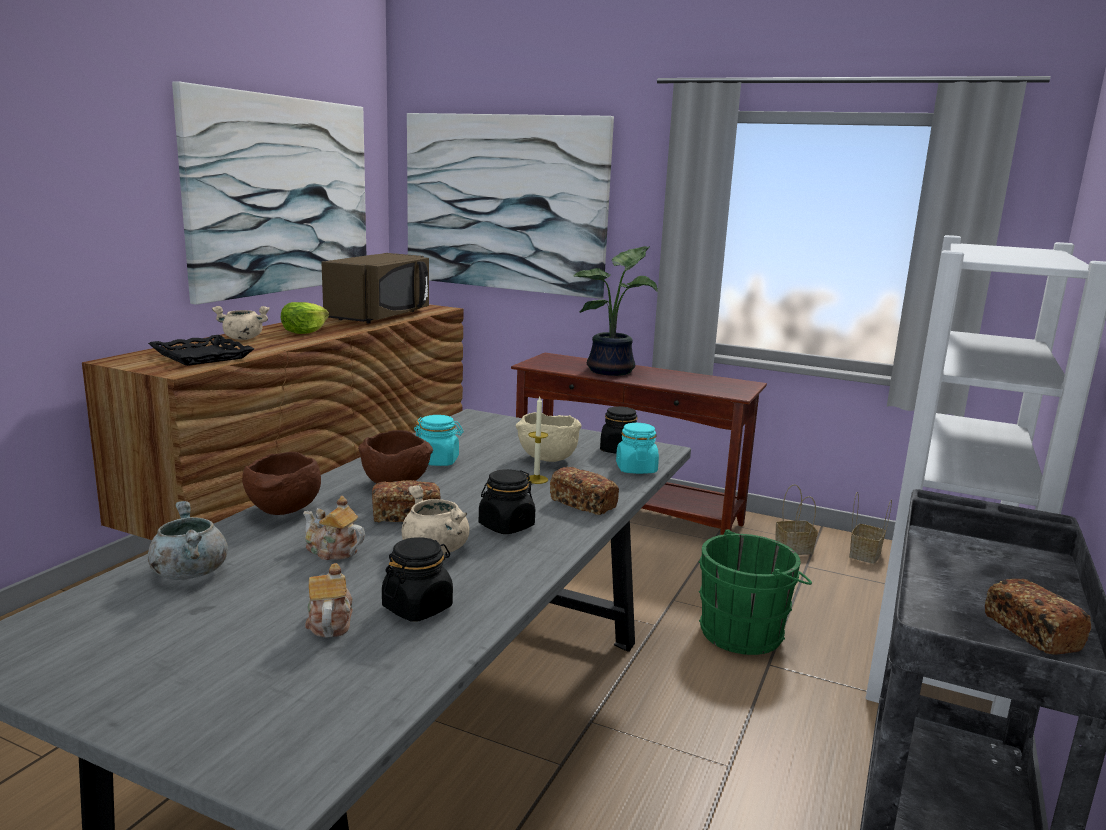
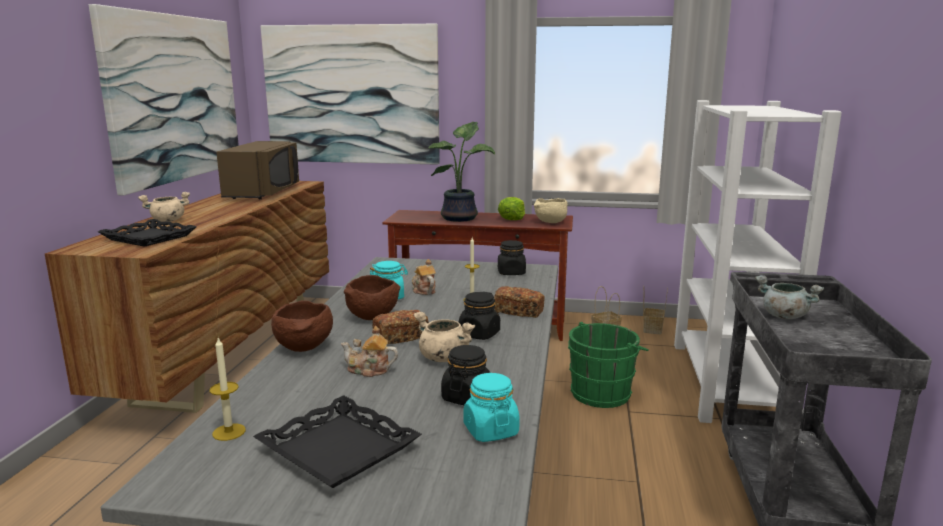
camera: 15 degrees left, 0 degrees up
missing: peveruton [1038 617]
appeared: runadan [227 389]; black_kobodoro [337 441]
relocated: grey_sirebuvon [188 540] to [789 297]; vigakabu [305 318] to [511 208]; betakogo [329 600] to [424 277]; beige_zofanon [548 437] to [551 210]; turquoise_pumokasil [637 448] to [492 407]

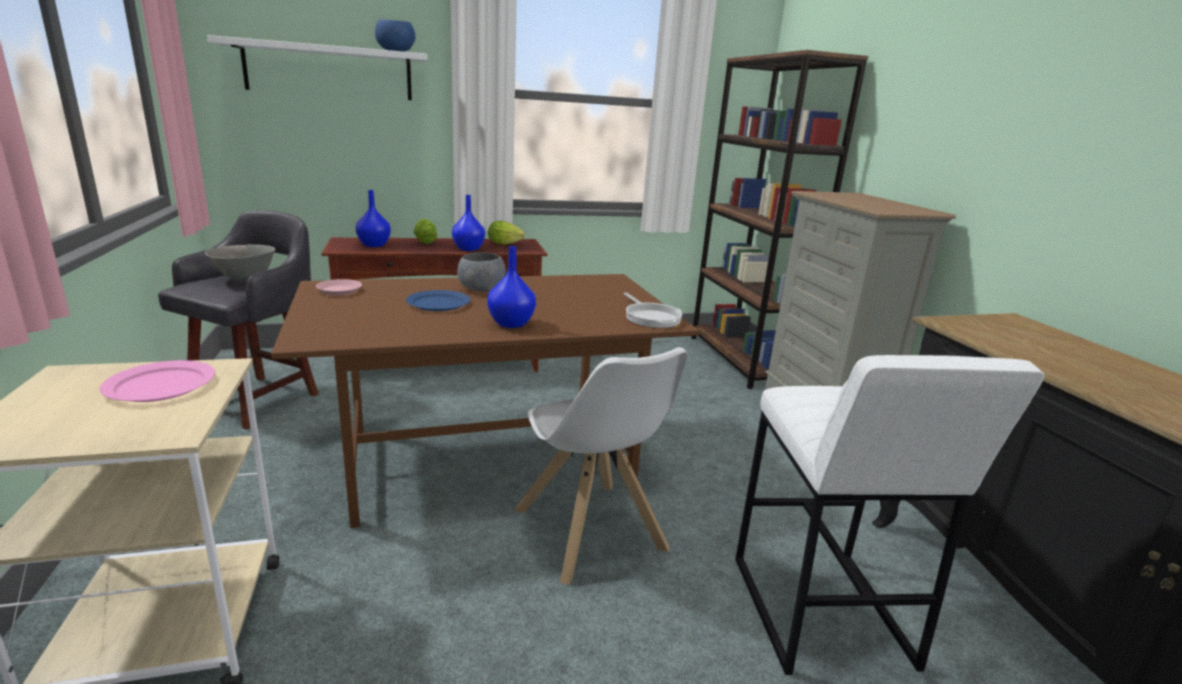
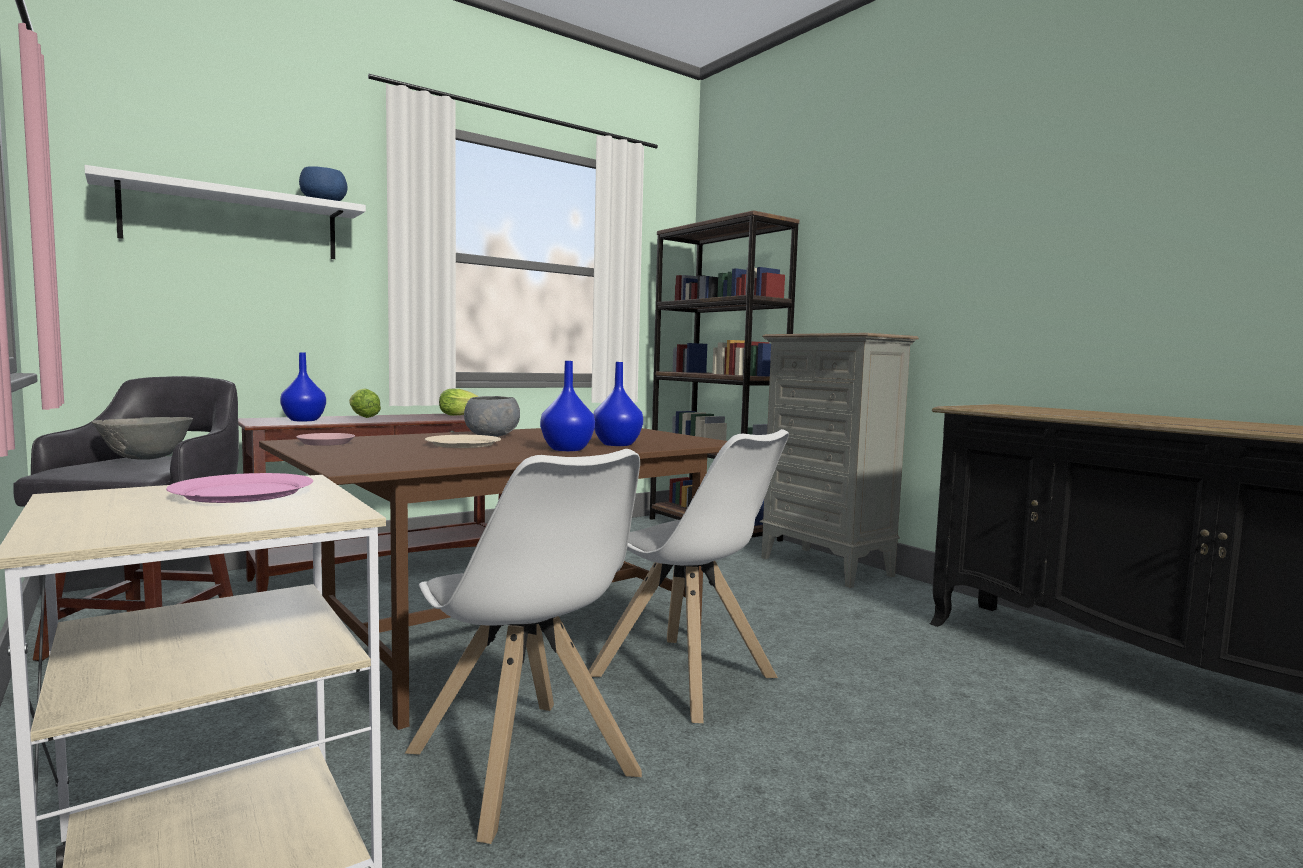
camera: 20 degrees left, 15 degrees down
missing: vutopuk [653 310]; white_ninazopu [890 515]
appeared: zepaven [523 646]
relocated: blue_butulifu [468 223] to [618 404]
colour: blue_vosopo [438 300] to beige_vosopo [463 441]

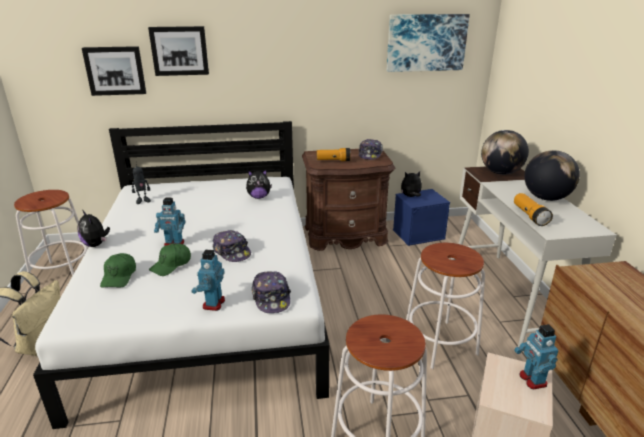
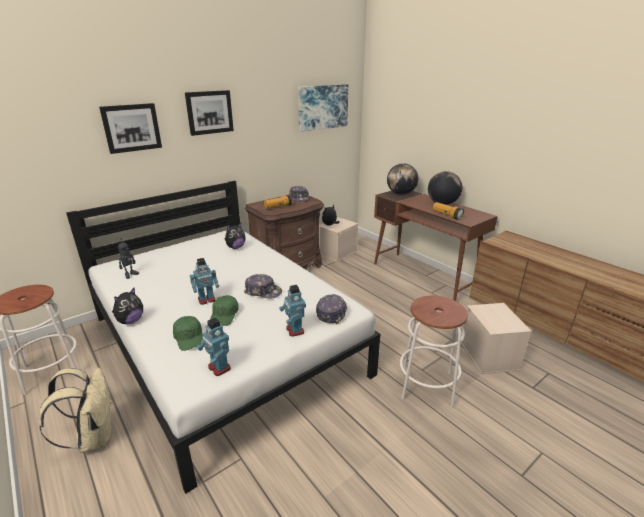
camera: 30 degrees left, 0 degrees up
missing: white_ninazopu [445 306]
relocated: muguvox [114 71] to [209 113]; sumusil [536 356] to [214 347]
colour: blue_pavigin [421 217] to beige_pavigin [338 239]; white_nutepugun [537 256] to brown_nutepugun [436 246]
spun: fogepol [93 229] = [127 306] 75 degrees counterclockwise; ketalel [271 292] = [331 309] 120 degrees counterclockwise

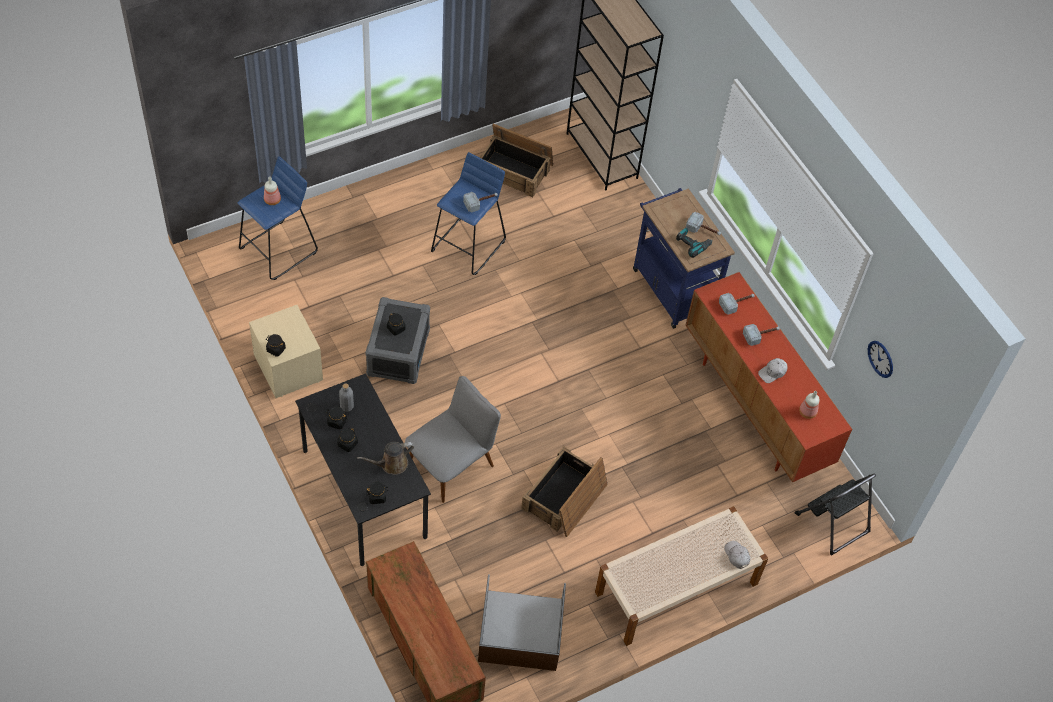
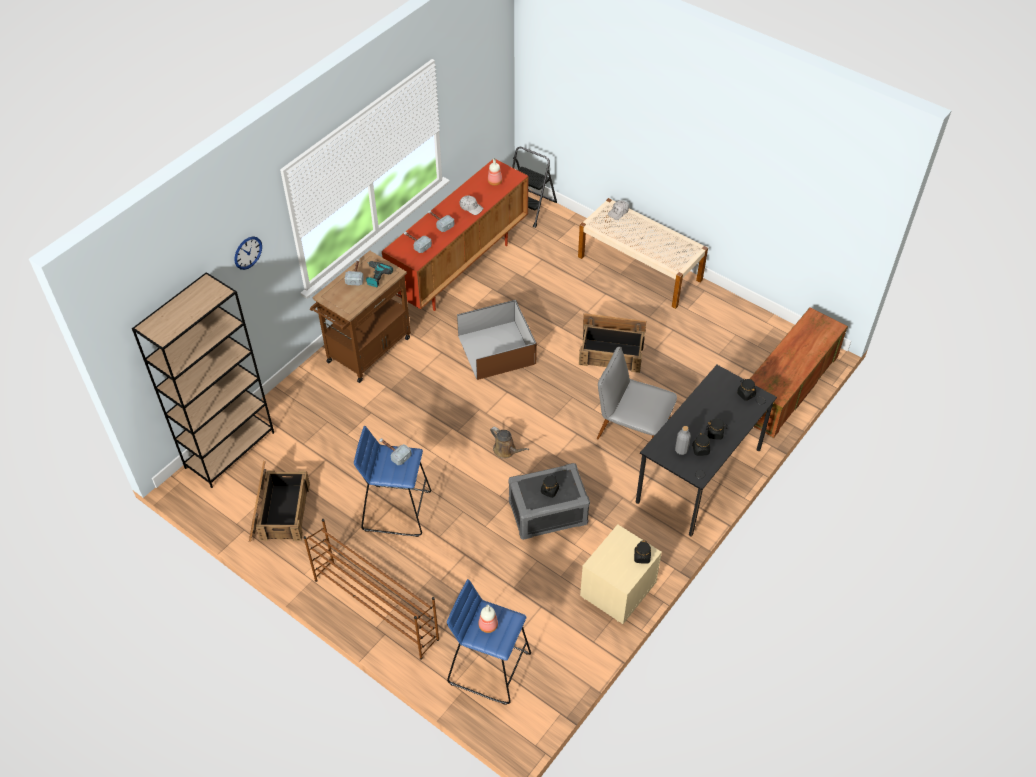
camera: 110 degrees left, 5 degrees down
appeared: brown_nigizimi [371 589]
relocated: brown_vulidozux [385 458] to [509 443]; brown_pavigin [522 623] to [497 340]; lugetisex [880 359] to [248 253]
colour: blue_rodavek [684 258] to brown_rodavek [360 317]

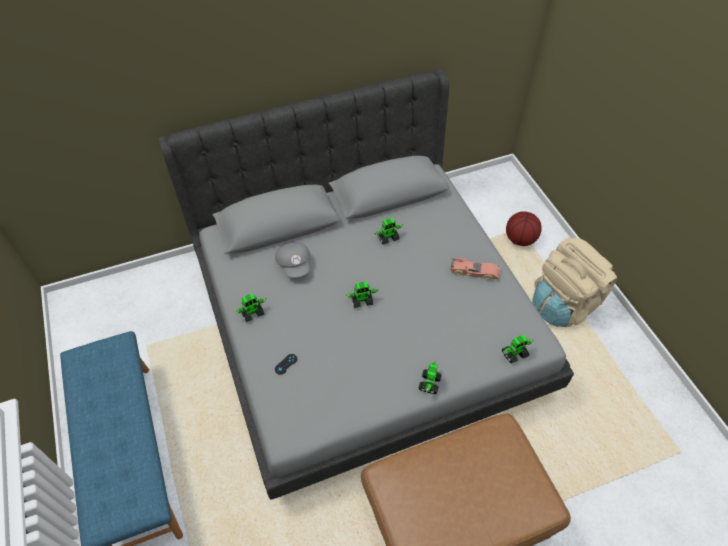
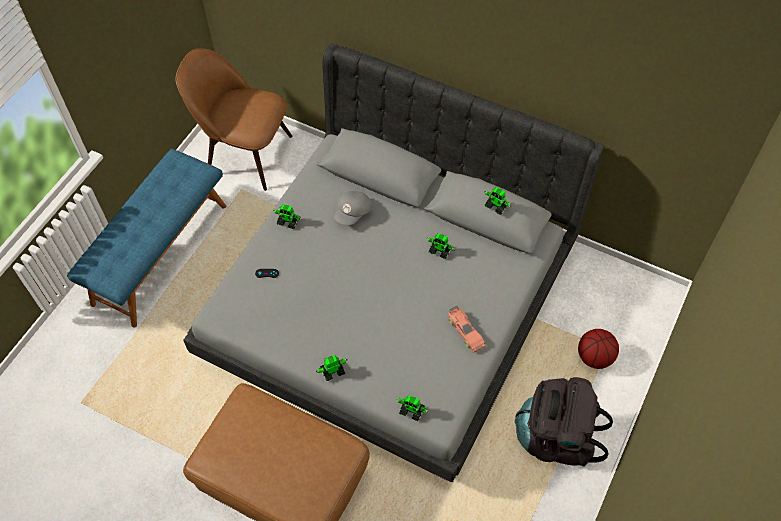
camera: 50 degrees right, 5 degrees up
appeared: brown_zepaven [233 119]
relocated: sumusil [362 294] to [498 201]
colour: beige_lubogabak [575 282] to black_lubogabak [564 422]

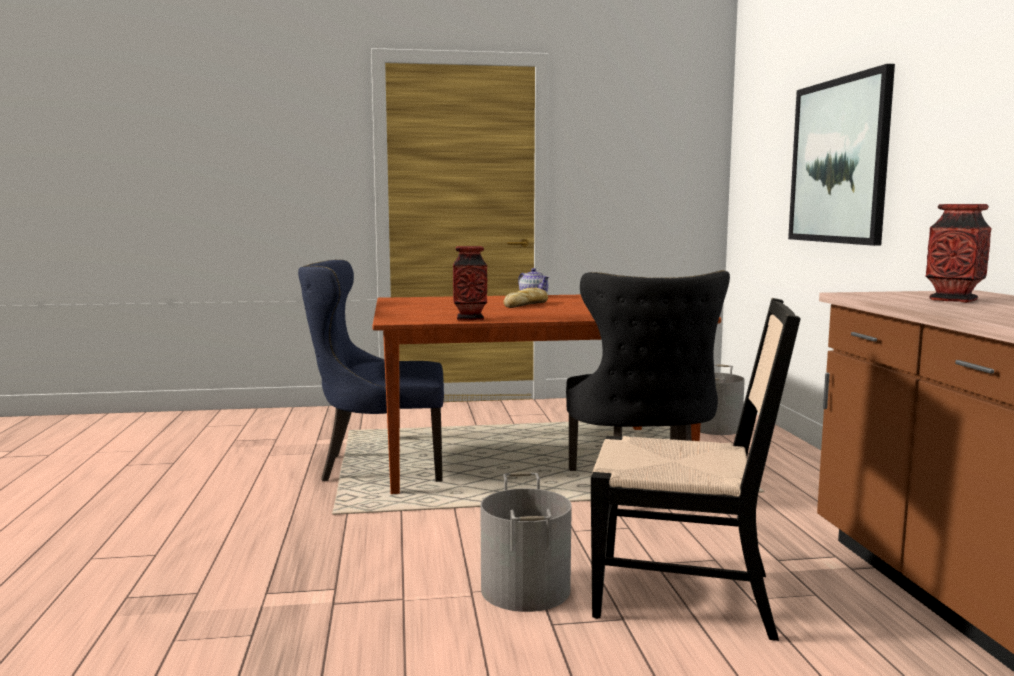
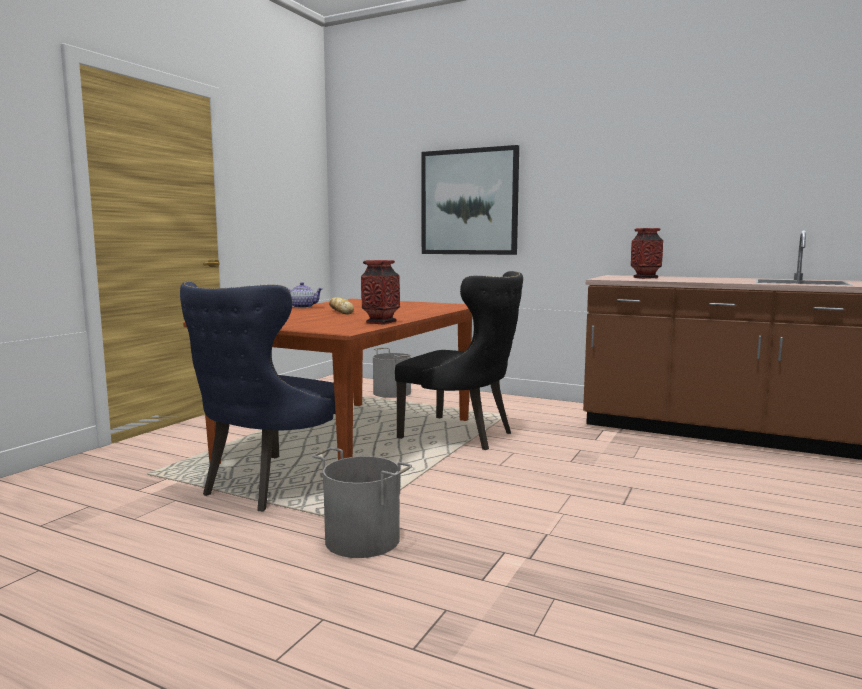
camera: 55 degrees left, 0 degrees up
missing: zepaven [696 469]
relocated: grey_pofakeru [526 542] to [362 502]

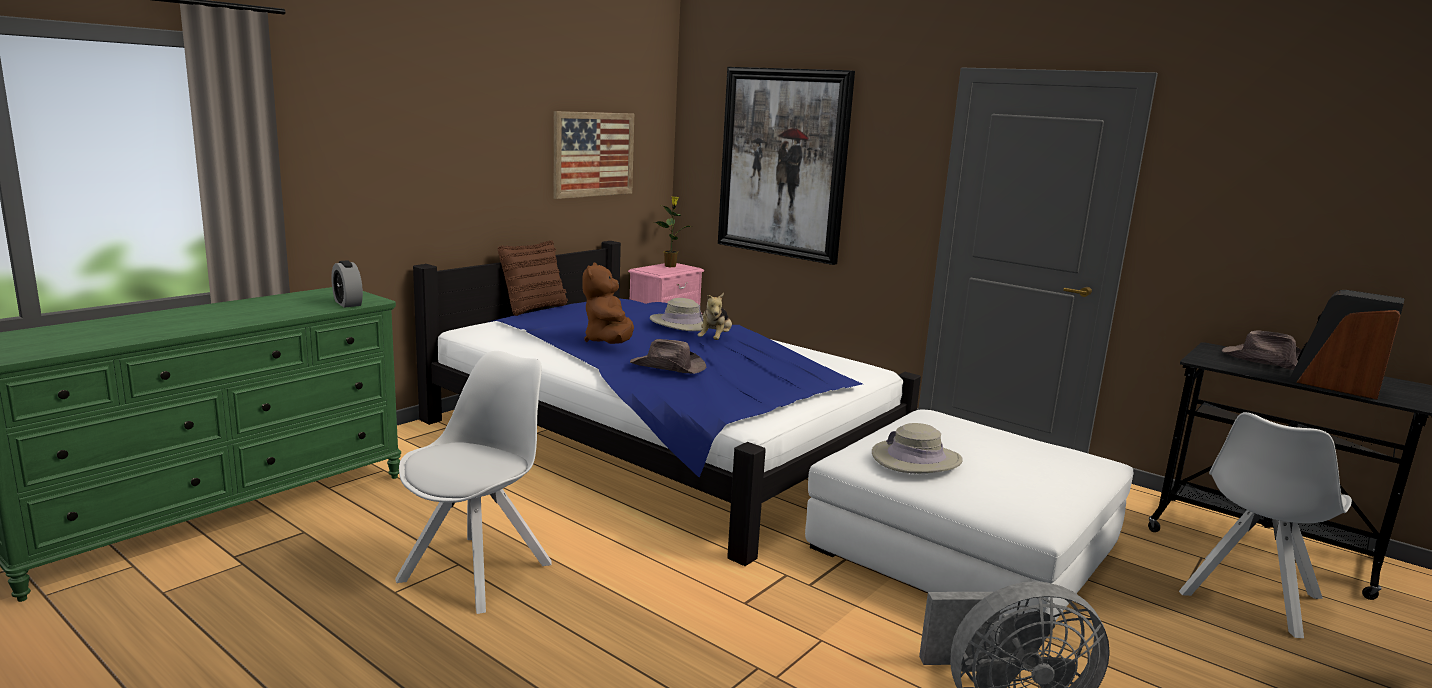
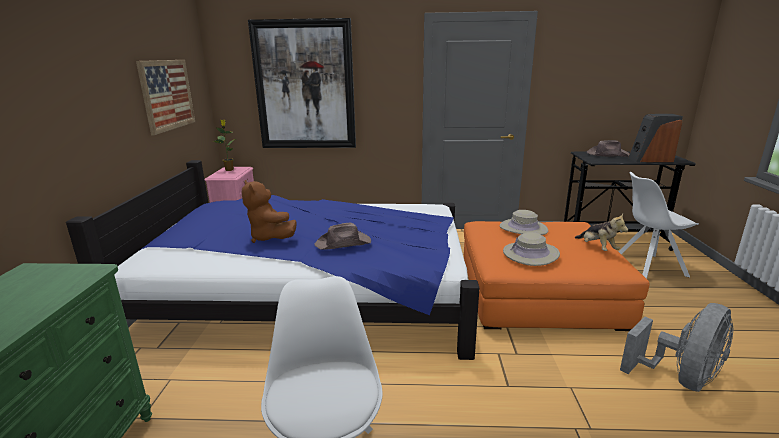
camera: 35 degrees left, 5 degrees up
missing: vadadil [347 284]; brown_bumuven [533 278]
relocated: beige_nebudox [679 314] to [524 222]; fogepol [714 316] to [601 232]
colour: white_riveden [969 515] to orange_riveden [557 276]
spun: white_zepaven [1265 525] = [658 225] 75 degrees clockwise

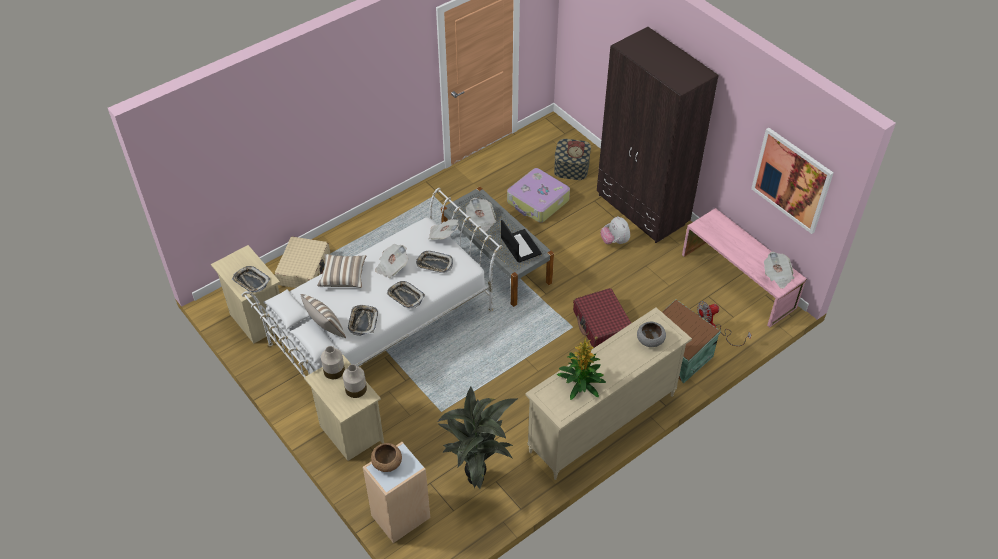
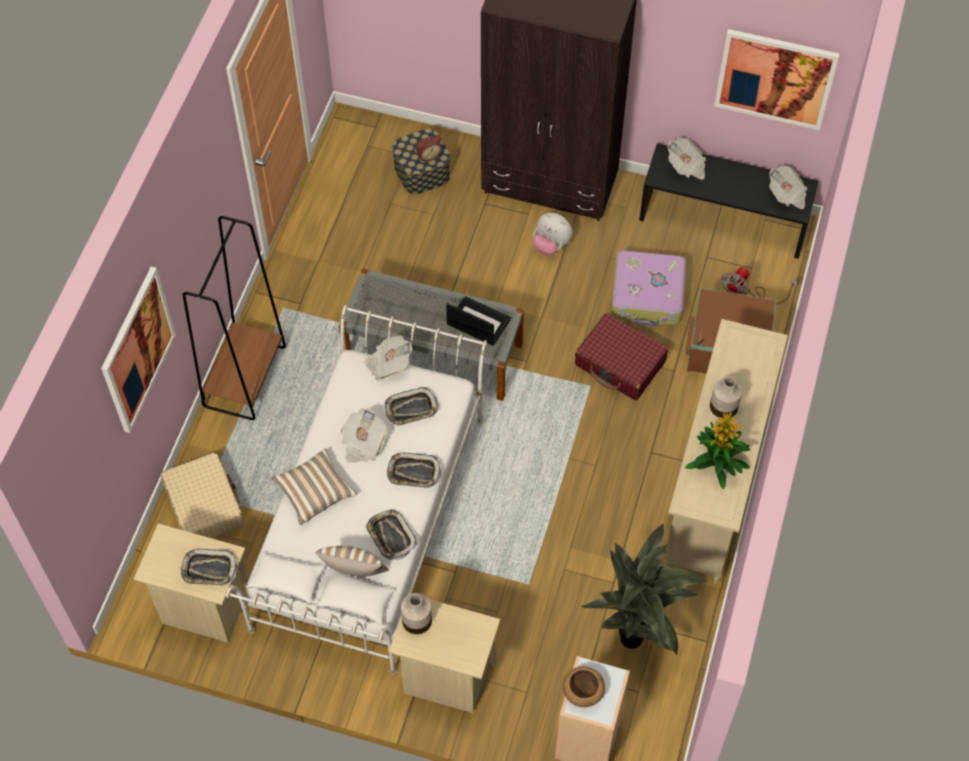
camera: 35 degrees left, 10 degrees up
missing: grey_zofanon [651 334]
appeared: muguvox [138 349]; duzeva [234 318]
relocated: beige_butulifu [355 381] to [726 397]; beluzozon [481 215] to [686 159]; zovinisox [538 195] to [648 288]
colour: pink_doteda [744 267] to black_doteda [729 200]

